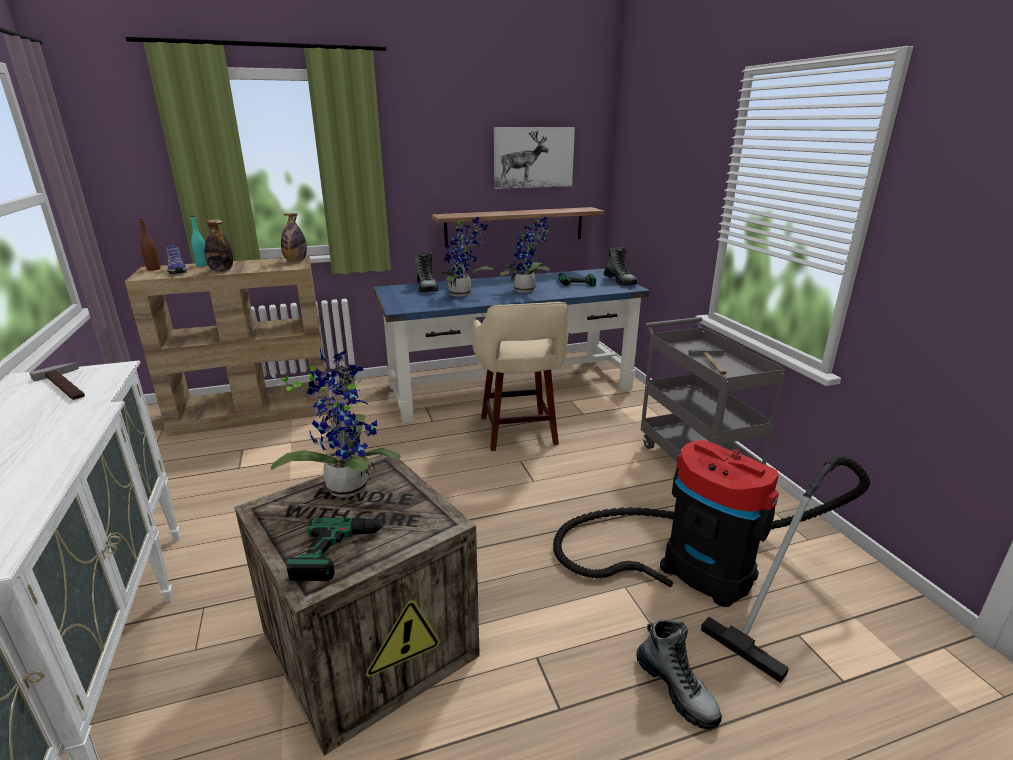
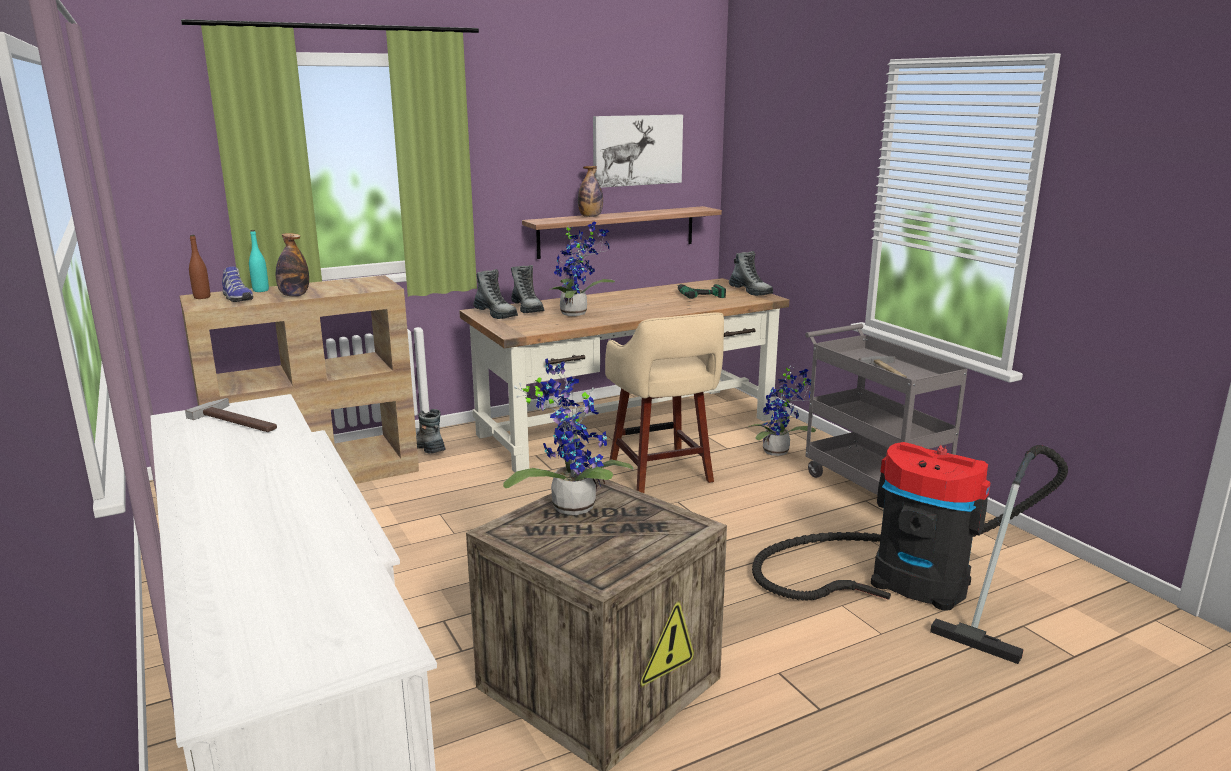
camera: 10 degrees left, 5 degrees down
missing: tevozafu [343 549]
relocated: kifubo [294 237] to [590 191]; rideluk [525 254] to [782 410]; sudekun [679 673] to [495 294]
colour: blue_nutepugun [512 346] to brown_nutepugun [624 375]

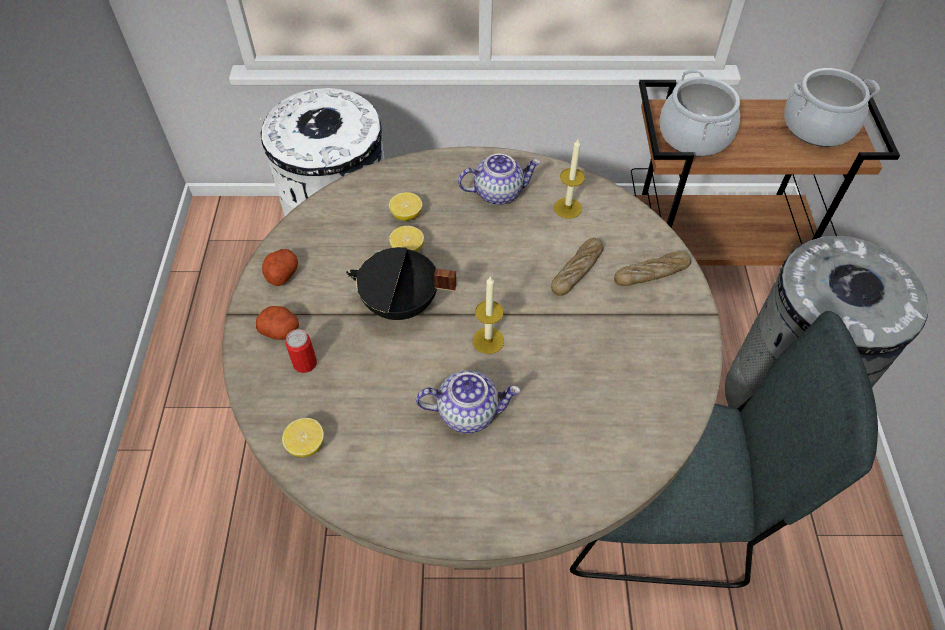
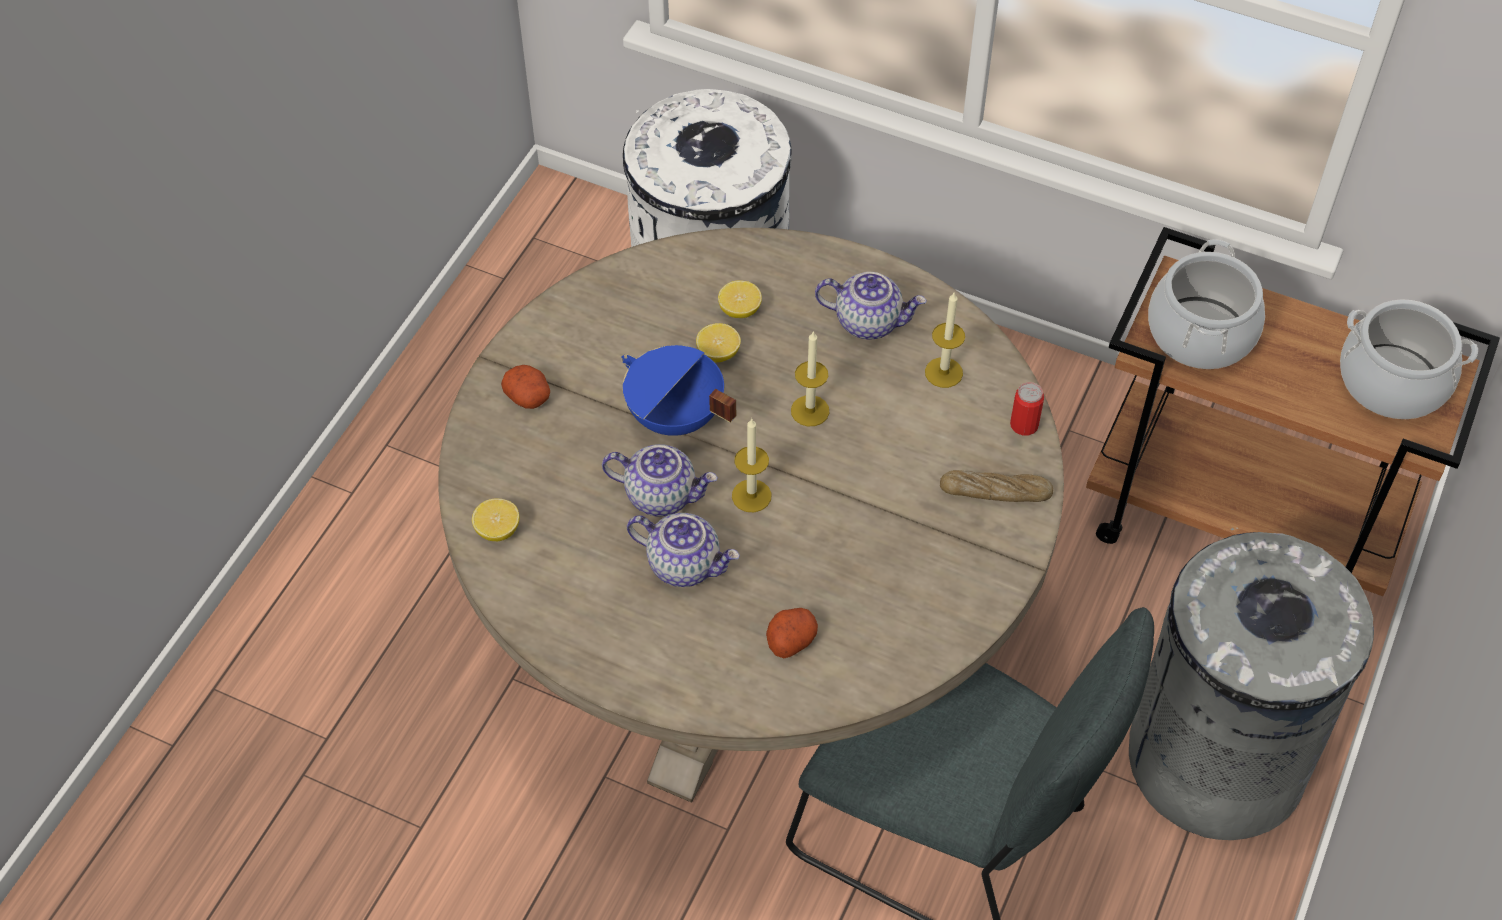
camera: 25 degrees right, 0 degrees up
missing: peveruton [577 267]
appeared: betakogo [660 480]; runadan [810 378]
relocated: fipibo [280 267] to [792 633]; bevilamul [301 351] to [1027 409]
colour: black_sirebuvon [401 283] to blue_sirebuvon [678 390]

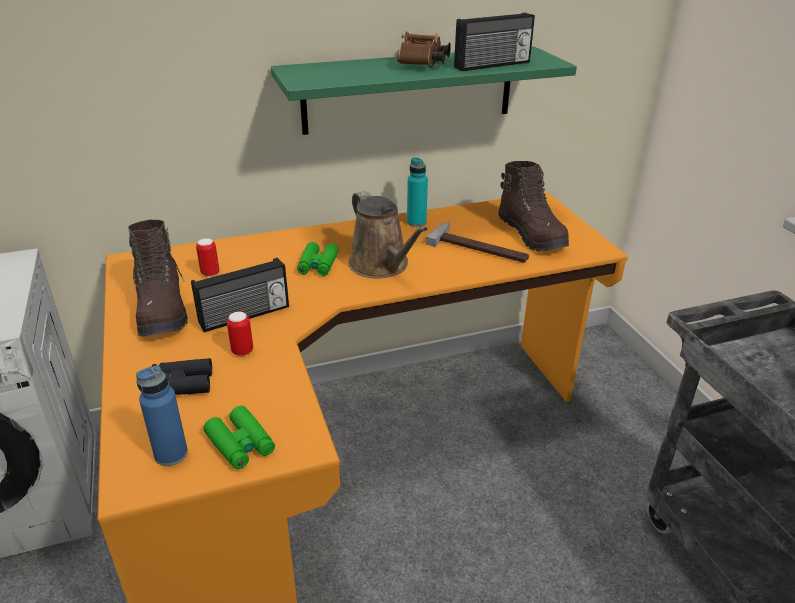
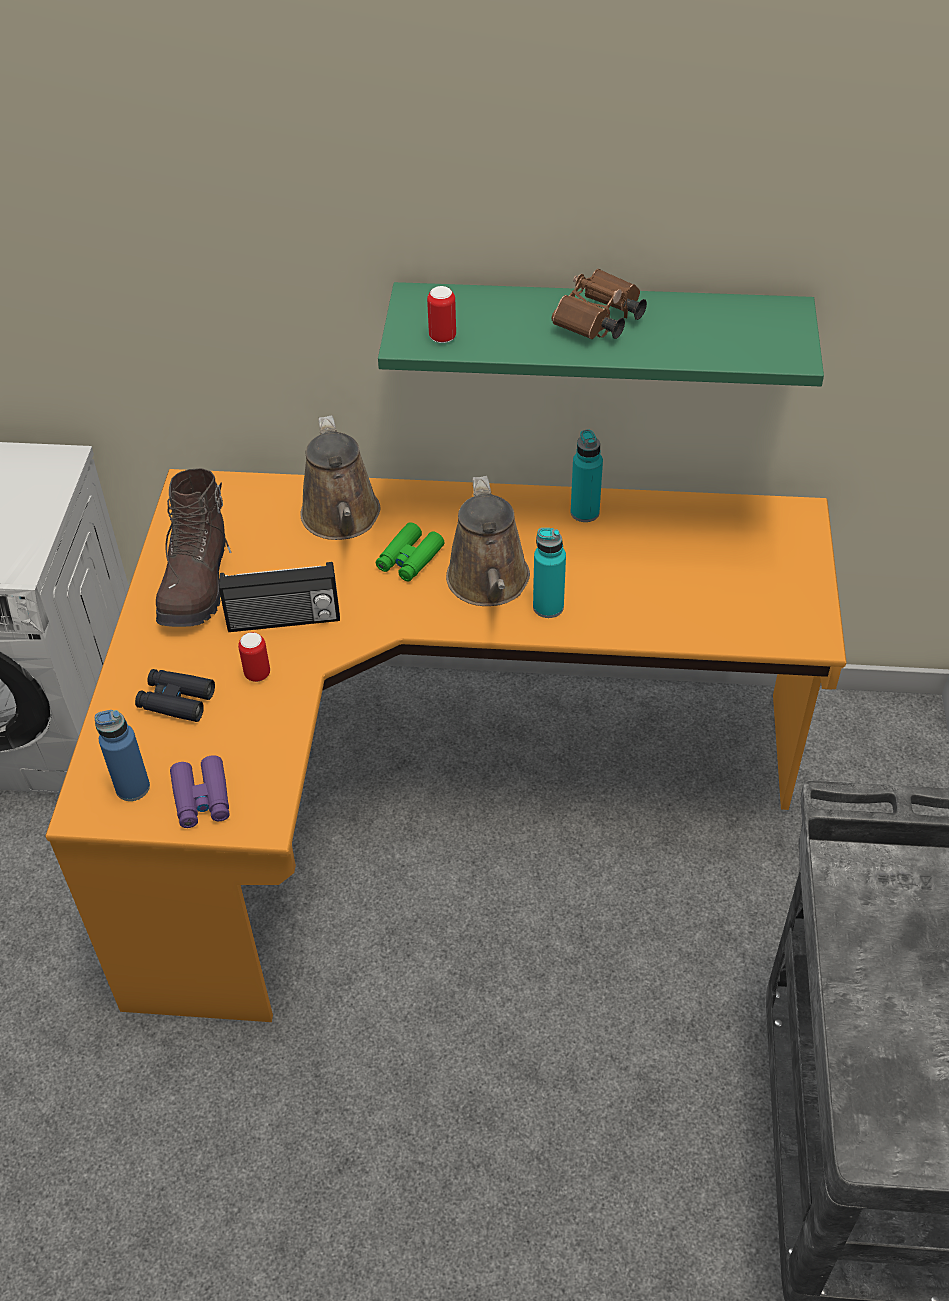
camera: 25 degrees right, 15 degrees up
missing: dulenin [477 242]; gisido [494 42]; brown_sudekun [533 206]
appeared: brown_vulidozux [340 477]; turquoise_kifubo [549 573]
relocated: bevilamul [207 257] to [441 314]
colour: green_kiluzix [239 437] to purple_kiluzix [200 791]

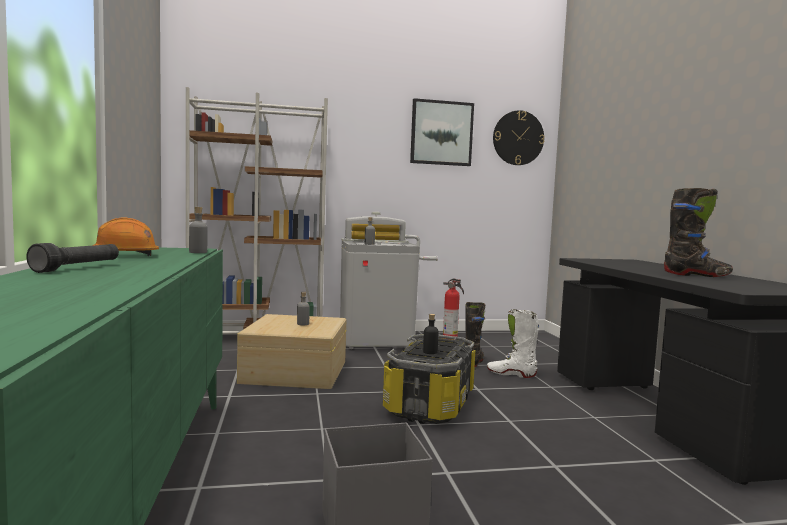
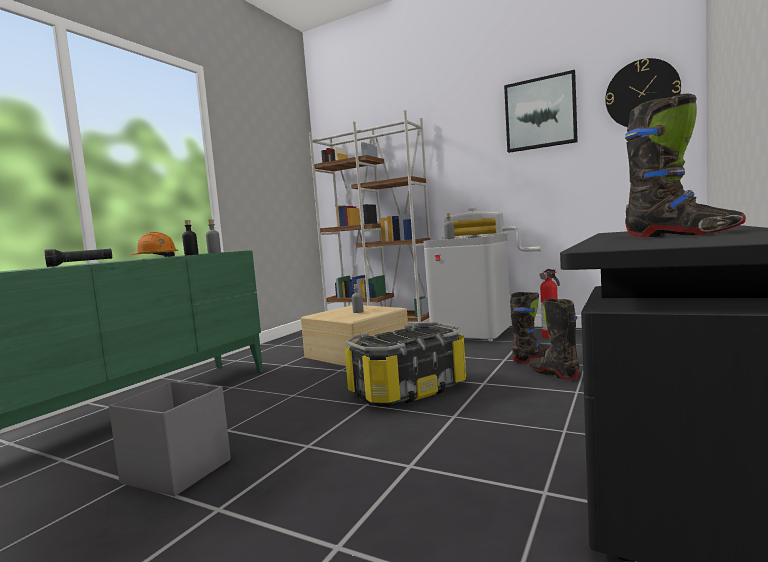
camera: 40 degrees right, 0 degrees up
relocated: black_kifubo [431 334] to [190 238]
colour: white_sudekun [513 343] to black_sudekun [553 339]

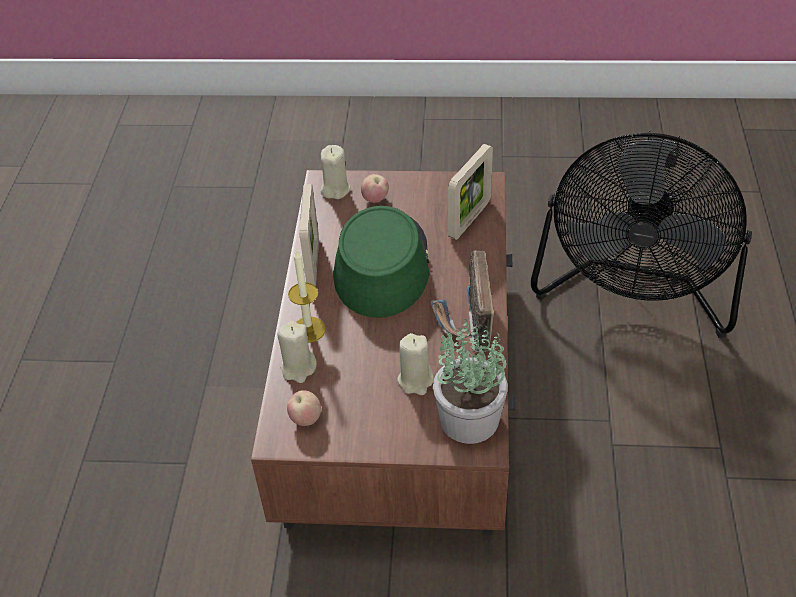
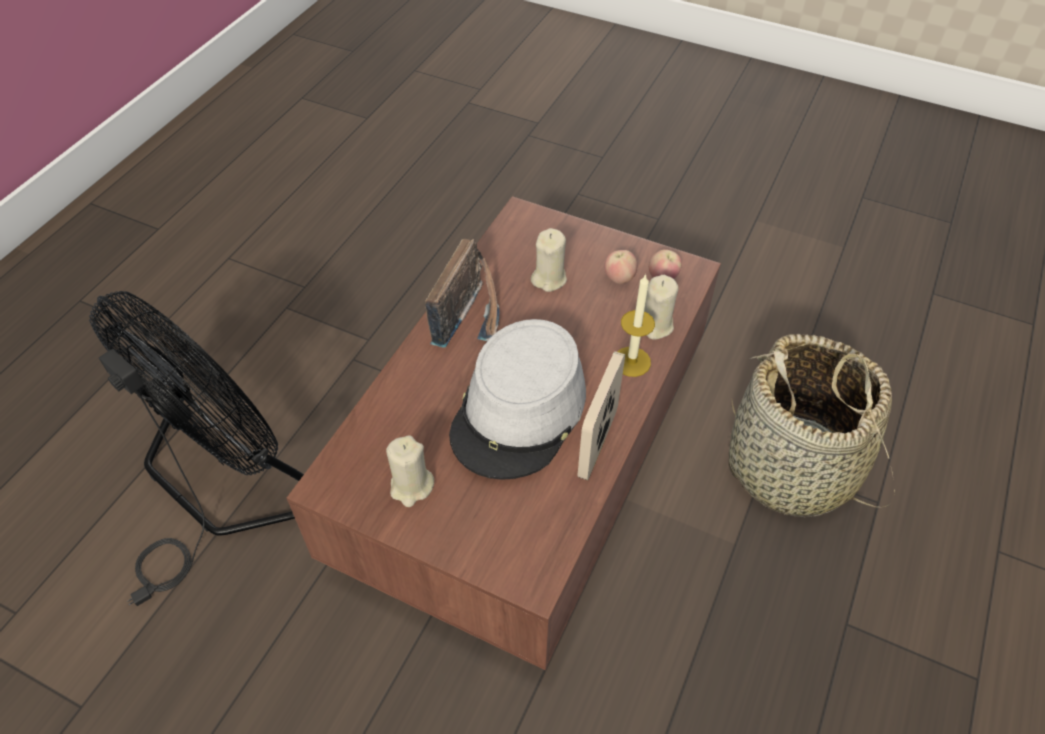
camera: 160 degrees left, 5 degrees up
missing: rideluk [470 381]; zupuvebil [470 192]
appeared: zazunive [811 425]
relocated: beige_runadan [335 172] to [410 471]; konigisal [375 188] to [620 267]
colour: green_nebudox [381 262] to grey_nebudox [517 399]

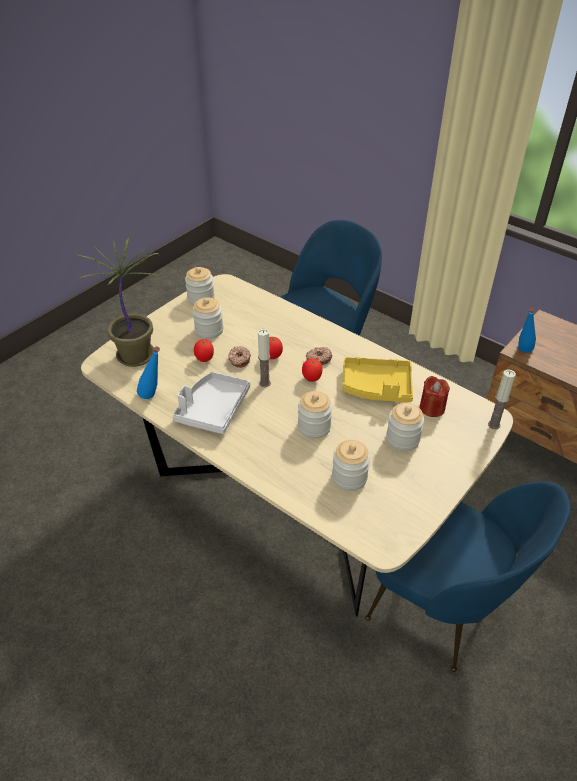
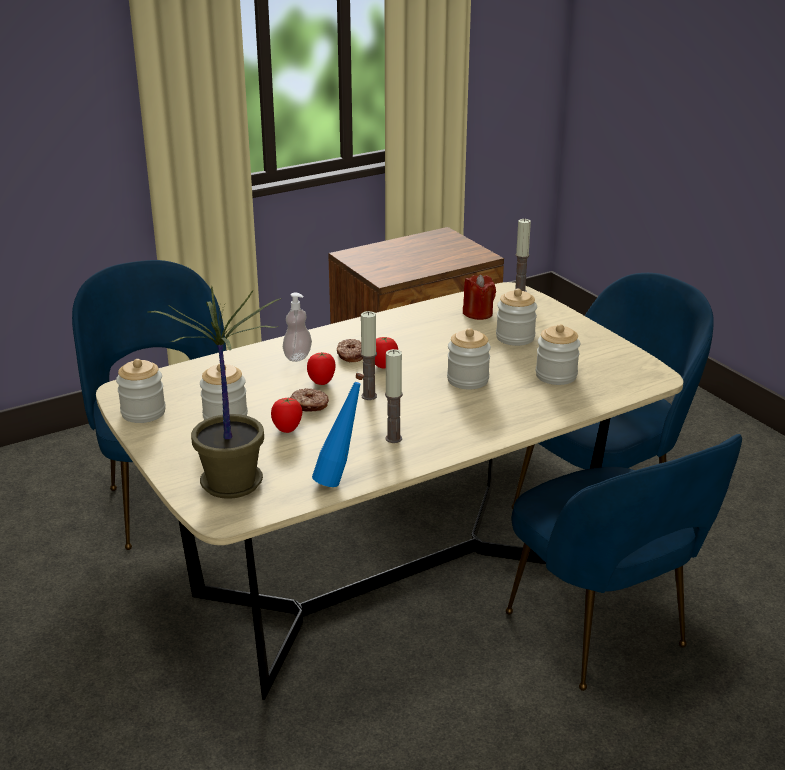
camera: 70 degrees left, 15 degrees down
missing: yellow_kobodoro [377 379]; blue_kifubo [527 330]
appeared: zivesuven [297 327]; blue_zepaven [624 562]
exchanged: grey_kobodoro [211 403] to runadan [394 396]

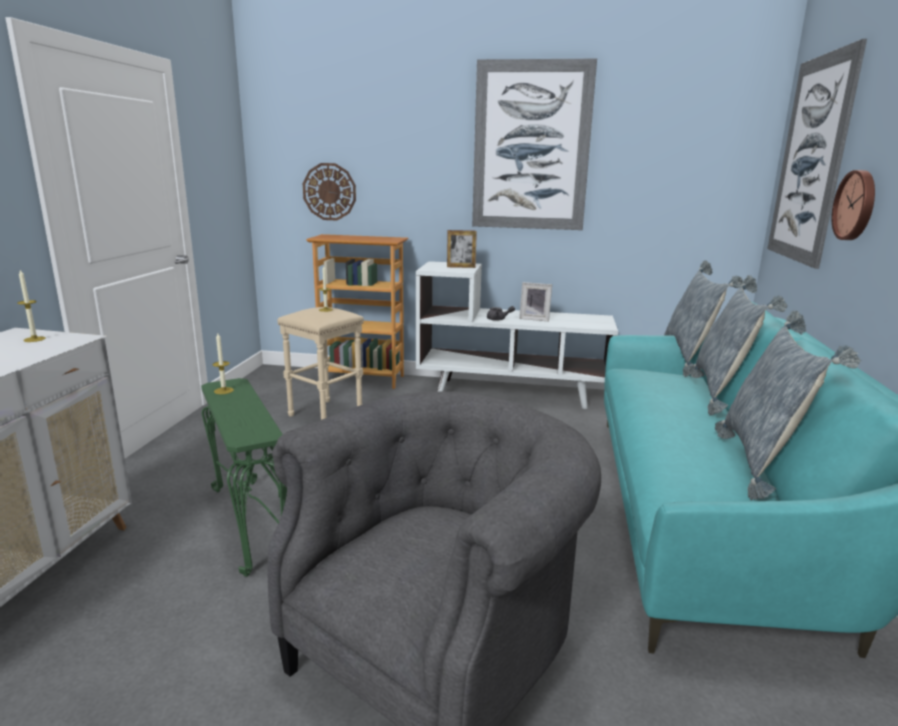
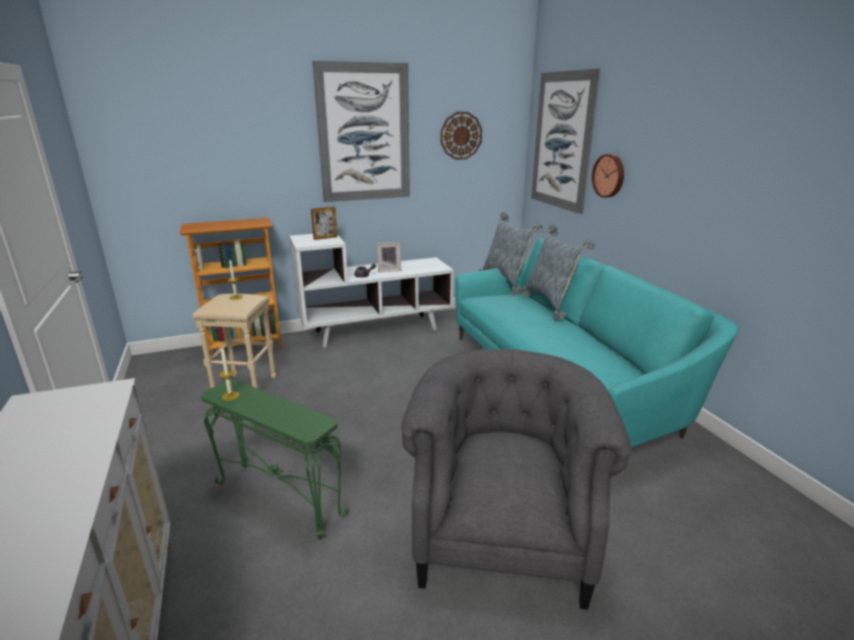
camera: 30 degrees left, 5 degrees up
missing: runadan [31 306]; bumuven [788 405]
relocated: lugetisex [329 191] to [461 136]

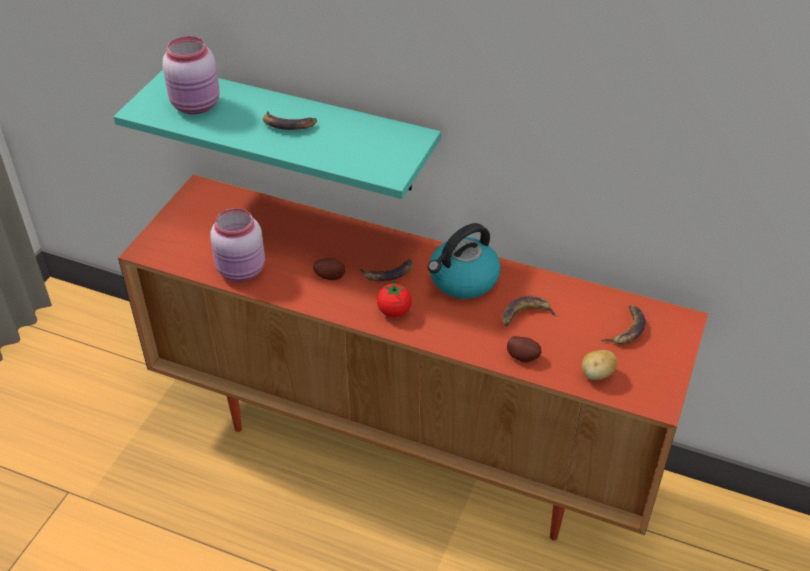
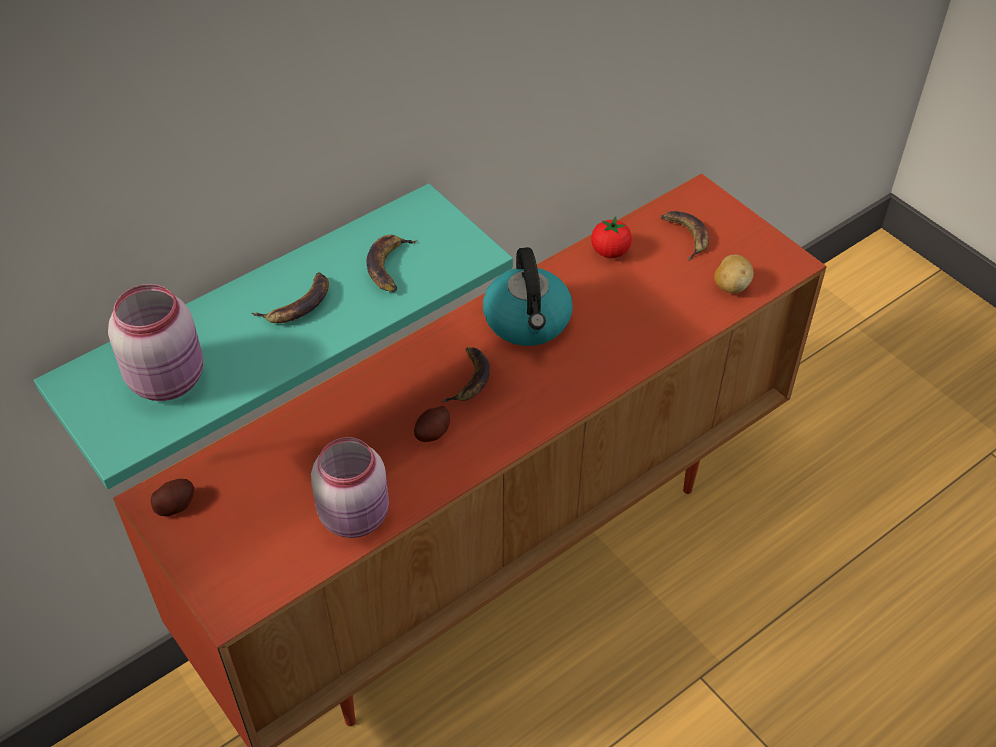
camera: 60 degrees left, 5 degrees up
relocated: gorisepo [394 299] to [611 237]; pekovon [529 311] to [392 263]; fipibo [524 349] to [172 497]

